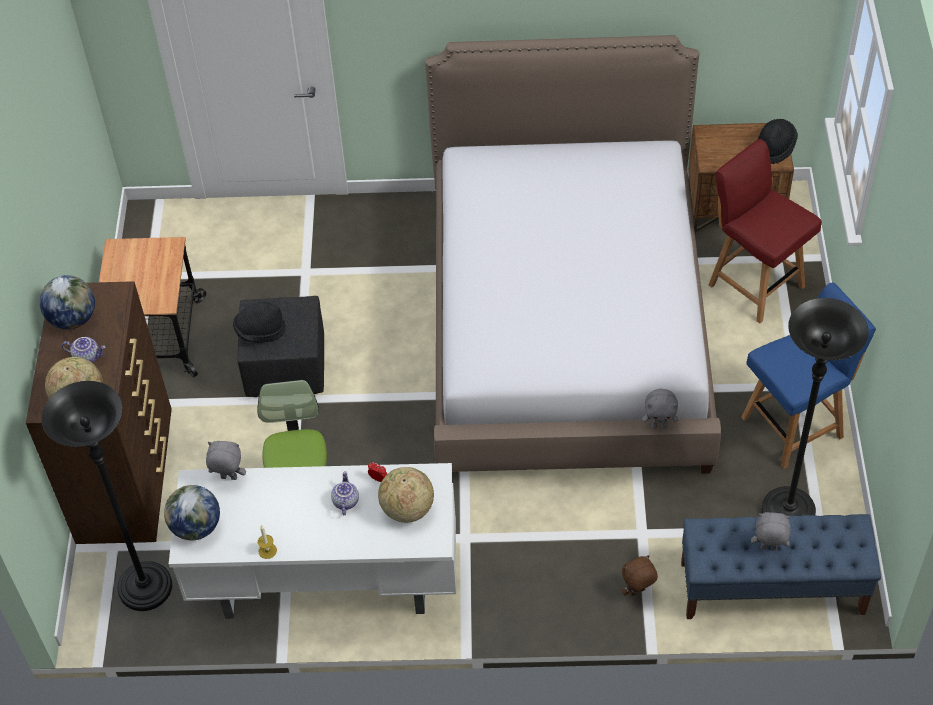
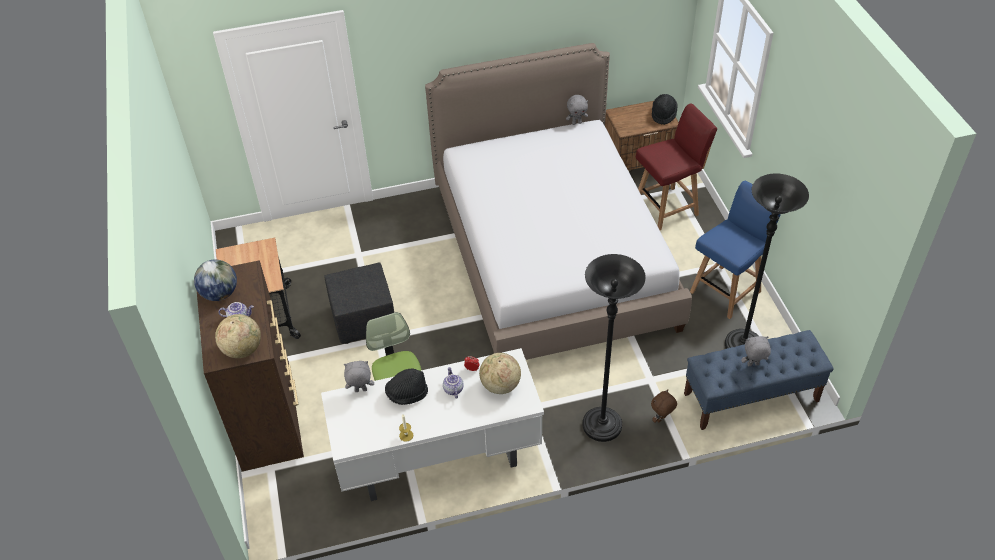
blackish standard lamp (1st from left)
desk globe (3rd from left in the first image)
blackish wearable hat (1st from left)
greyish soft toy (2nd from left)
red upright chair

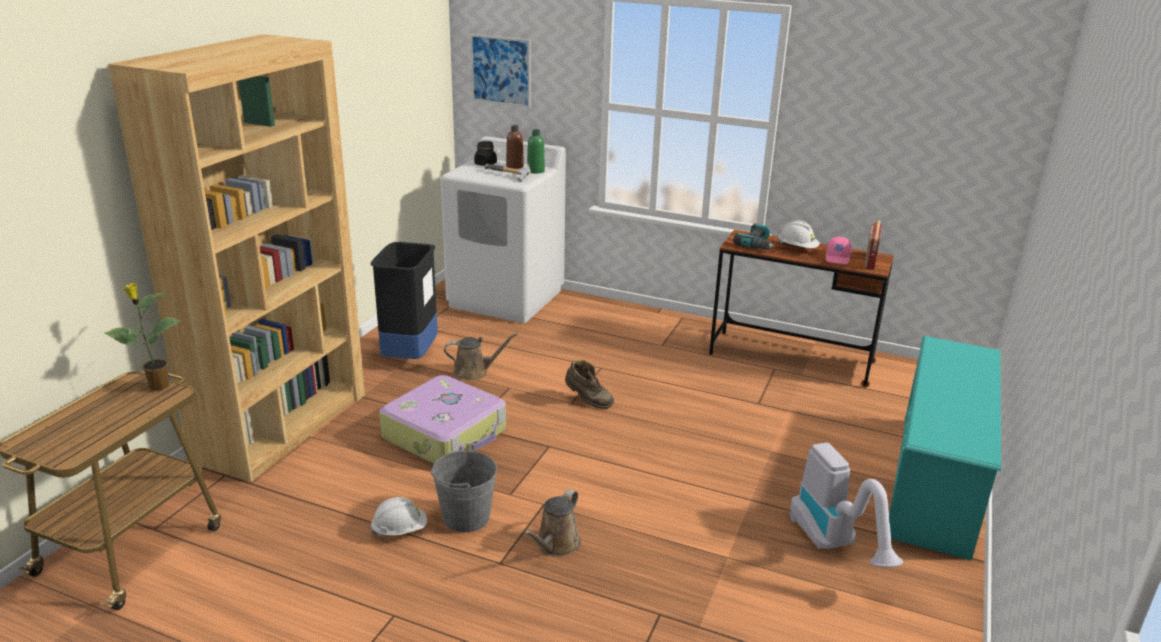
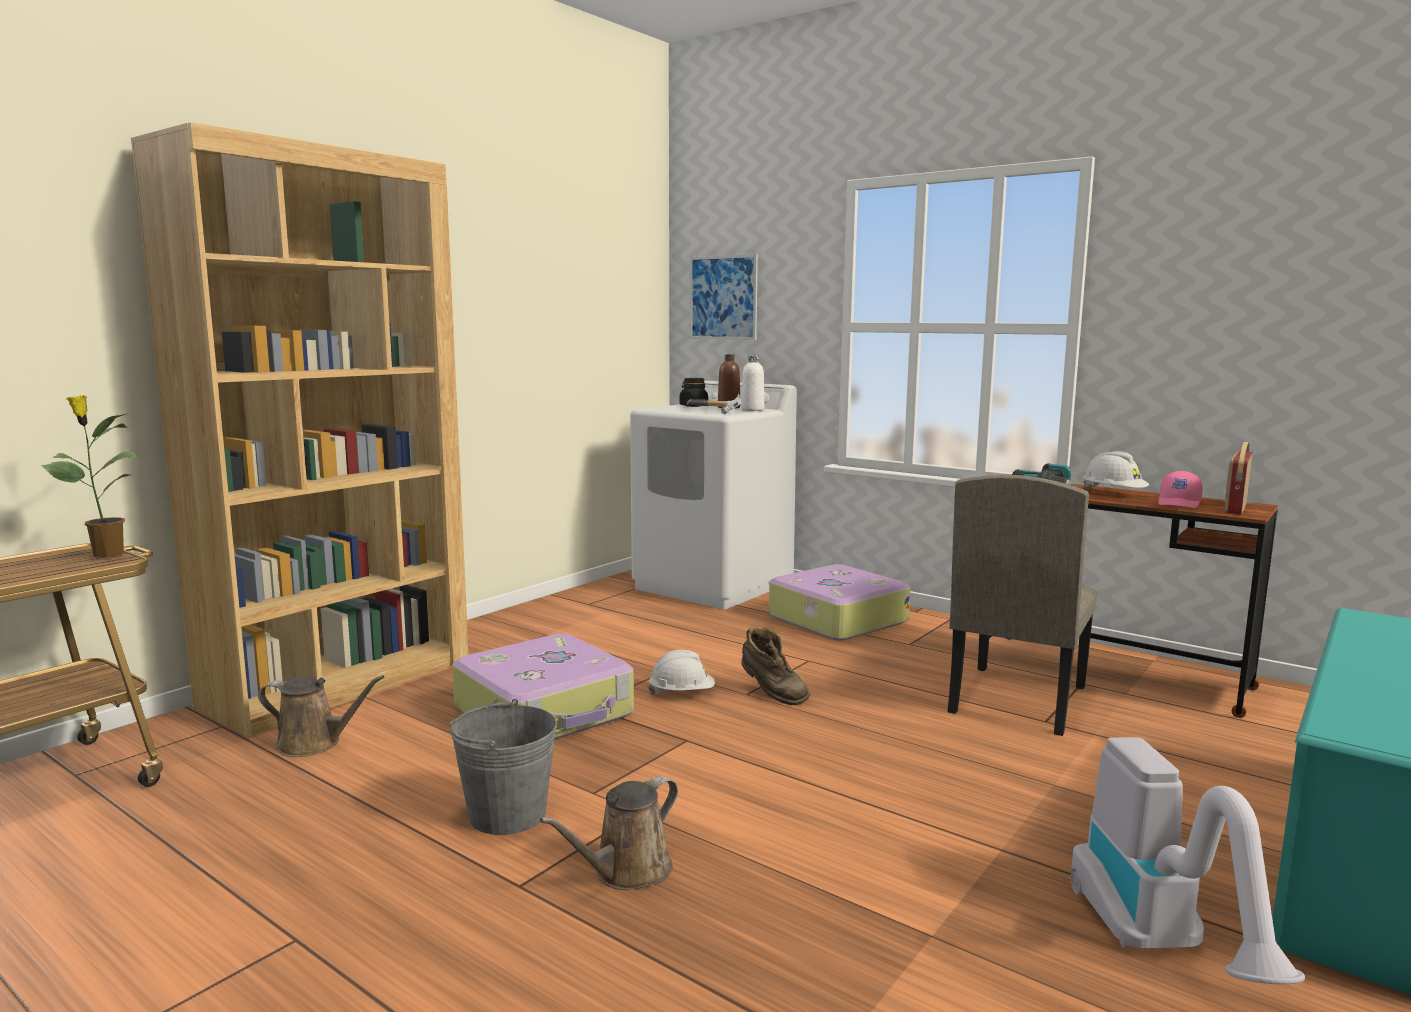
blackish waste bin
white safety helmet (1st from left)
brown sprinkling can (1st from left)
white drink bottle
suitcase (2nd from left)
sand-coloured upright chair

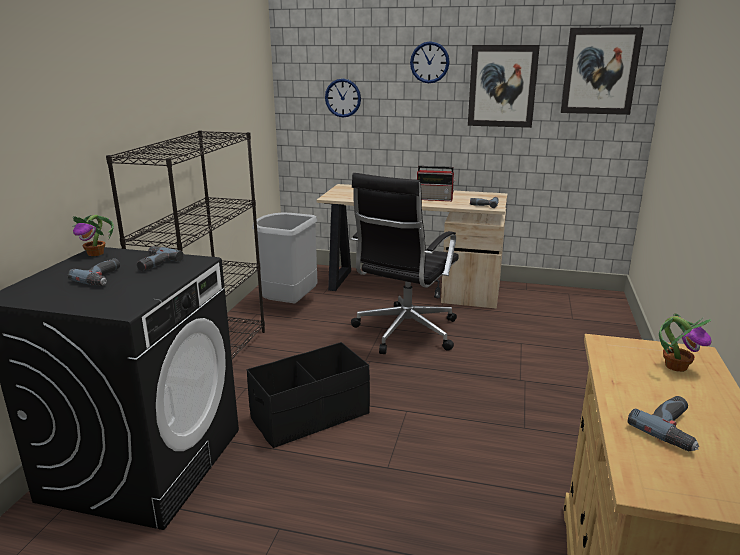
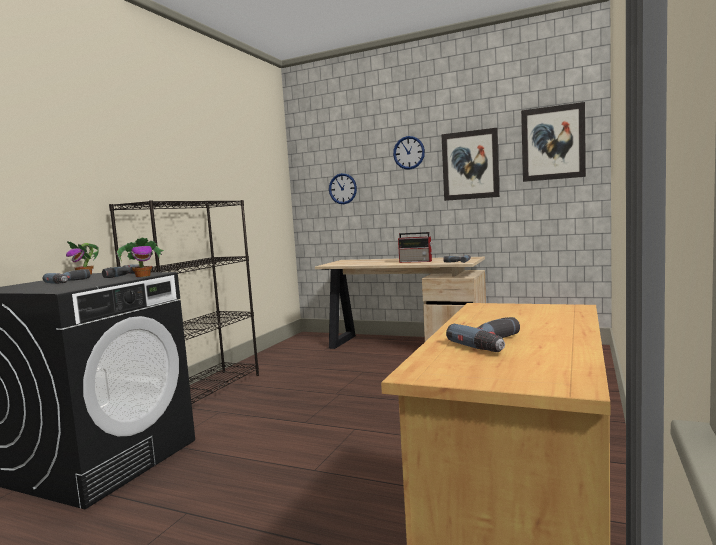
blackish storage container
greyish waste bin
blackish office chair
plant in a pot (2nd from left)

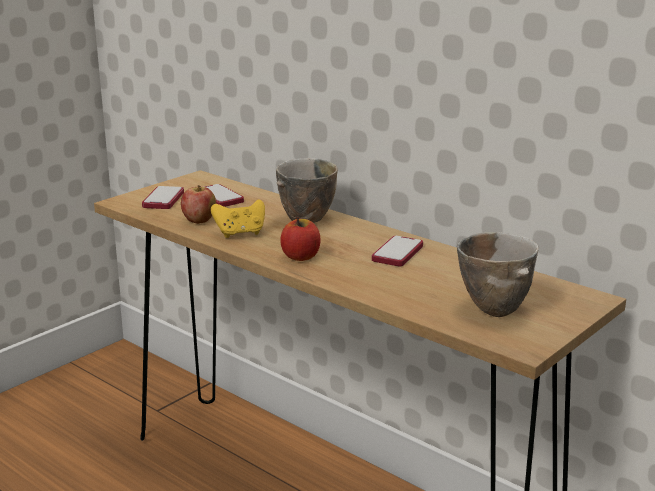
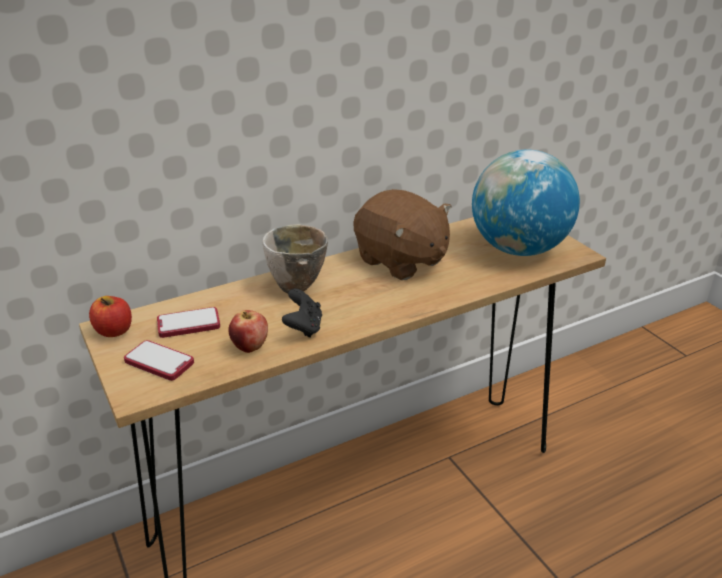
blackish game controller
whole apple (1st from left)
brown soft toy
desk globe

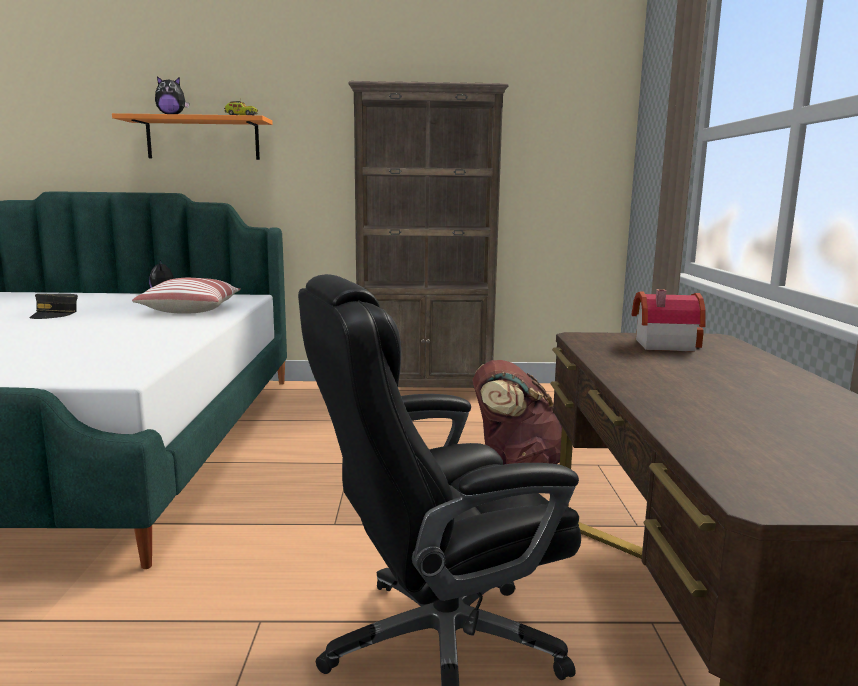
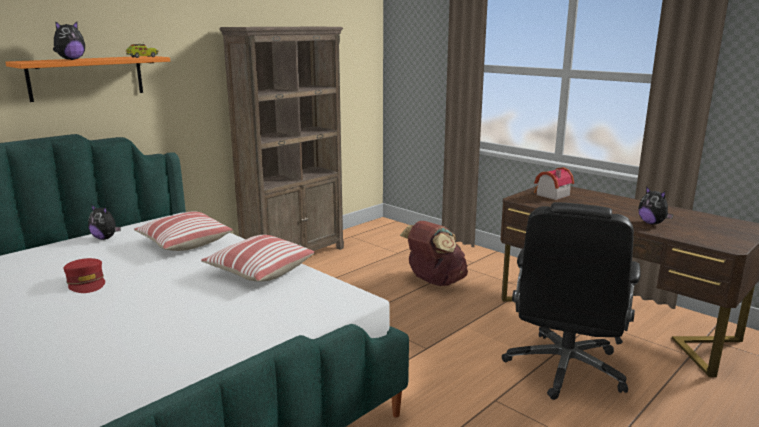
red baseball cap
pillow (2nd from left)
soft toy (3rd from left)

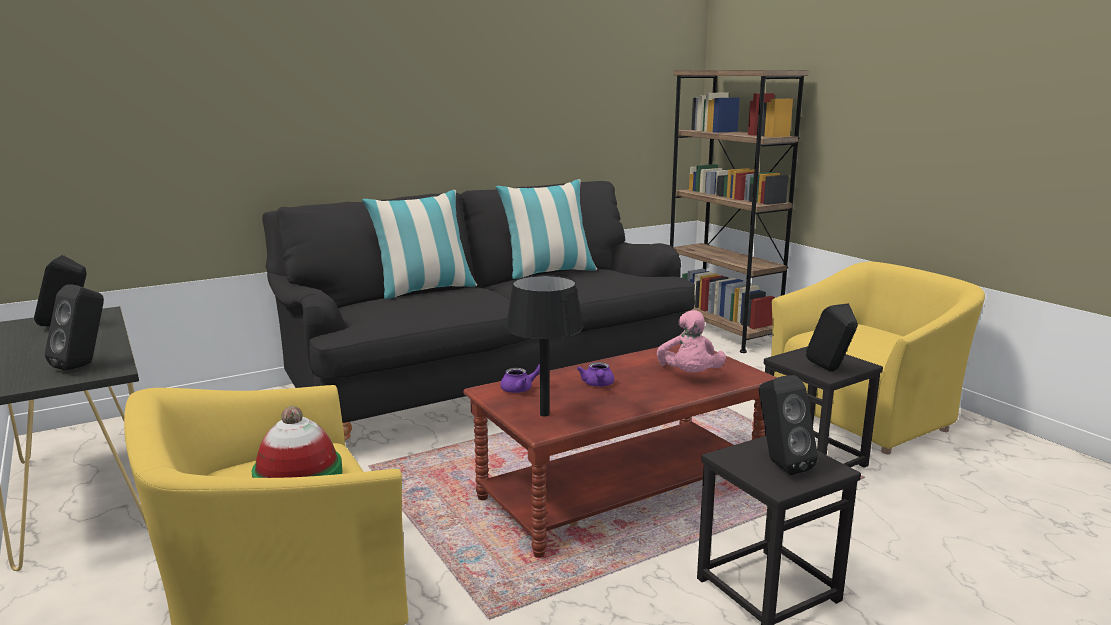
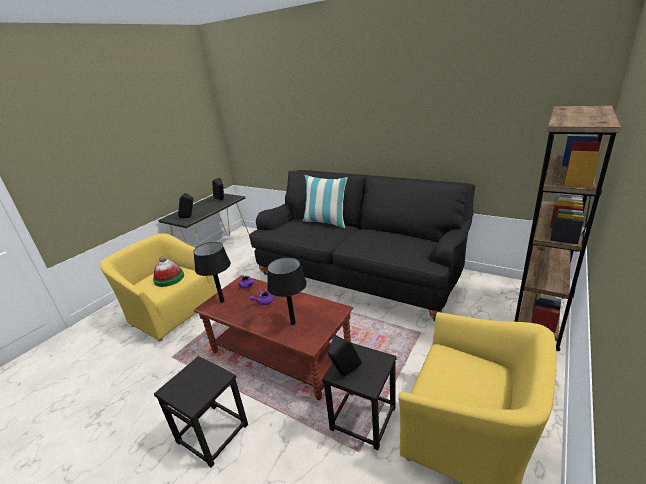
pillow (2nd from left in the first image)
blackish tabletop lamp (2nd from left)
blackish loudspeaker (3rd from left in the first image)

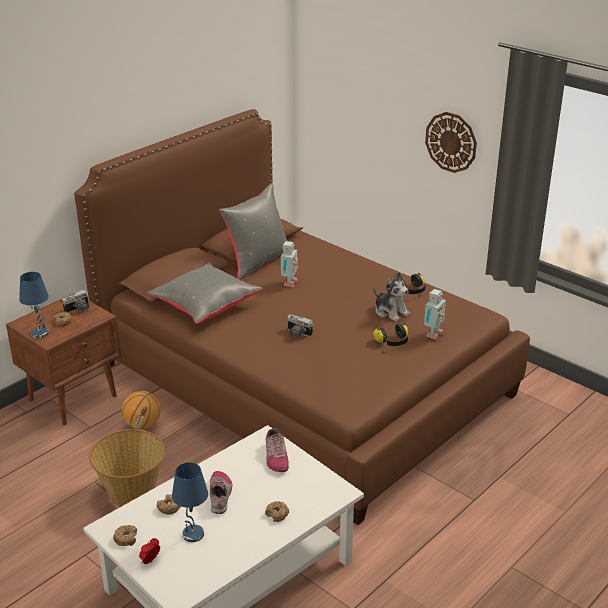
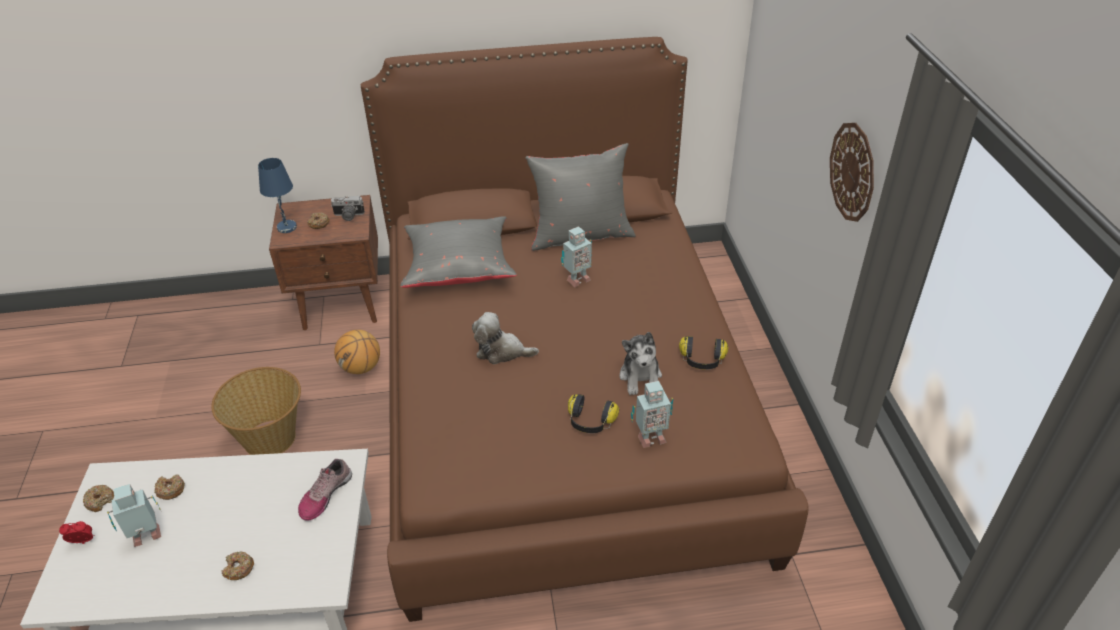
toy robot (1st from left)
item of footwear (1st from left in the first image)
soft toy (1st from left)

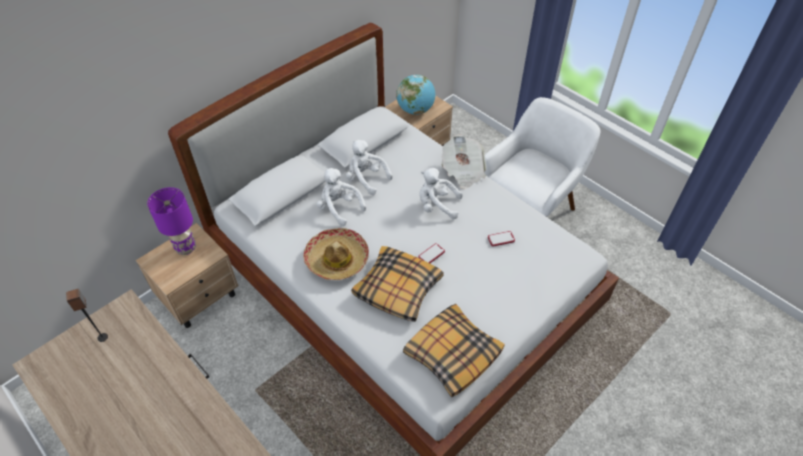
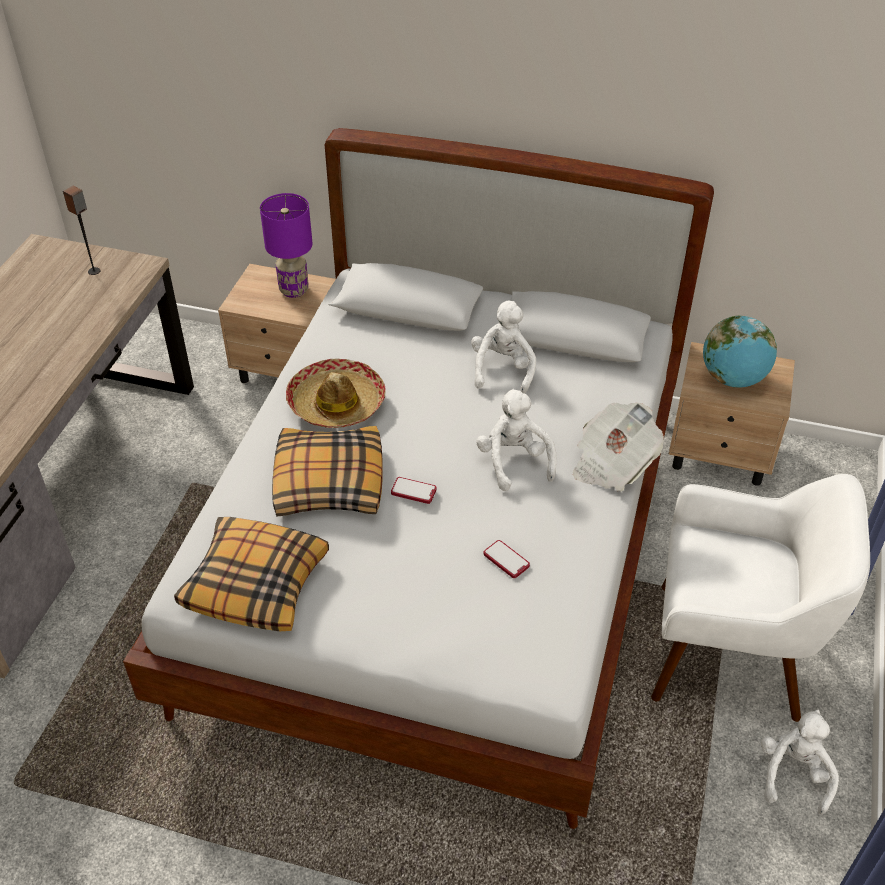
white soft toy (3rd from left)

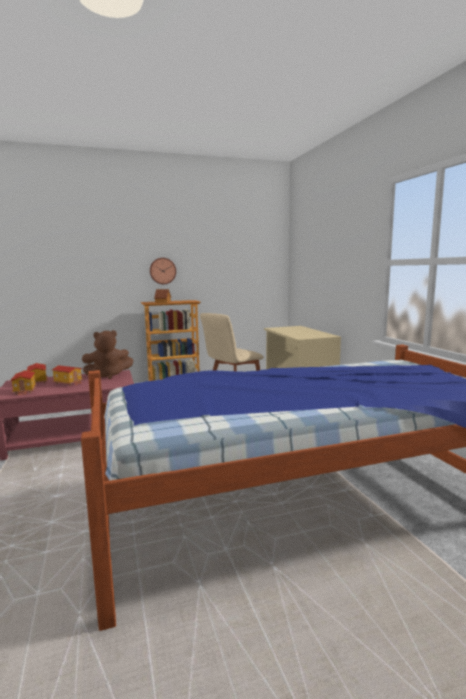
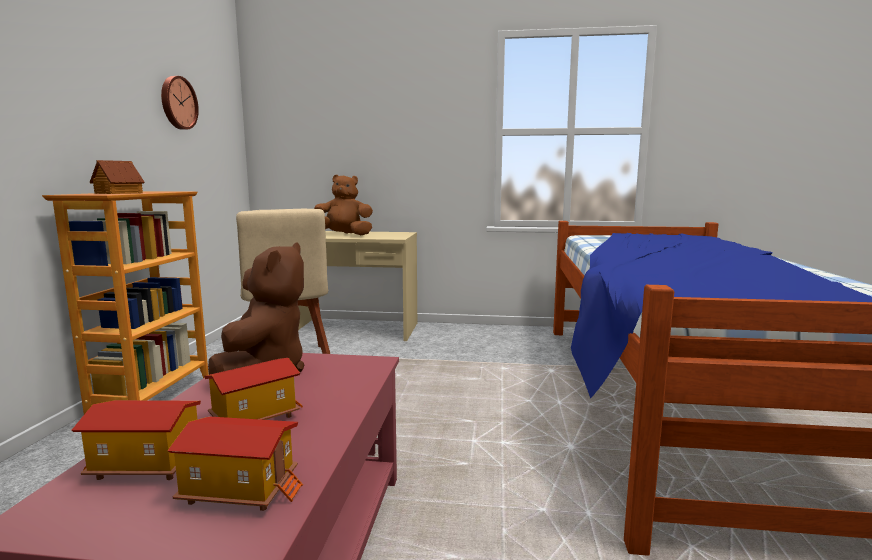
clock on the wall
brown soft toy (2nd from left)

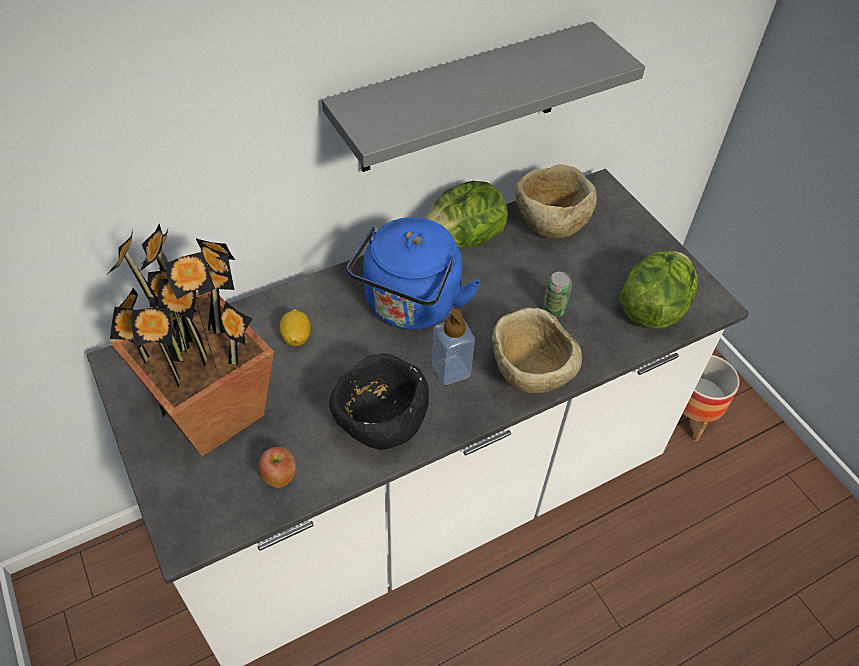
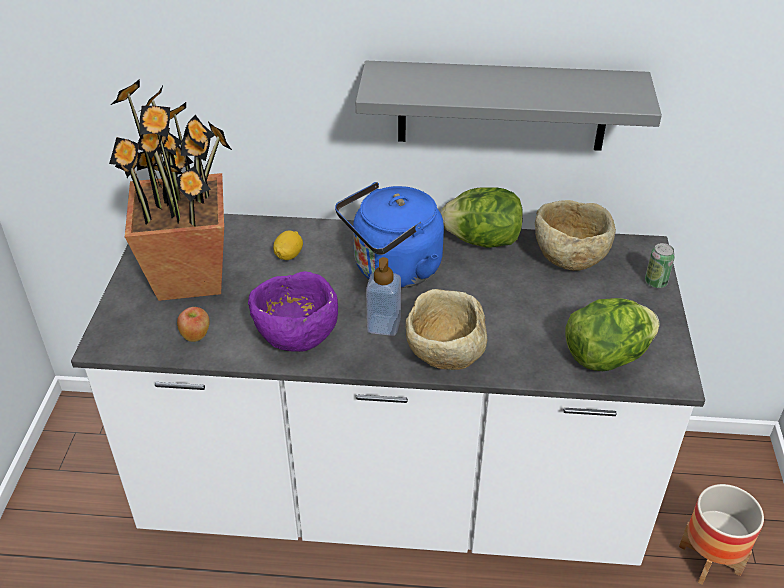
purple-coloured serving bowl
sealed can

